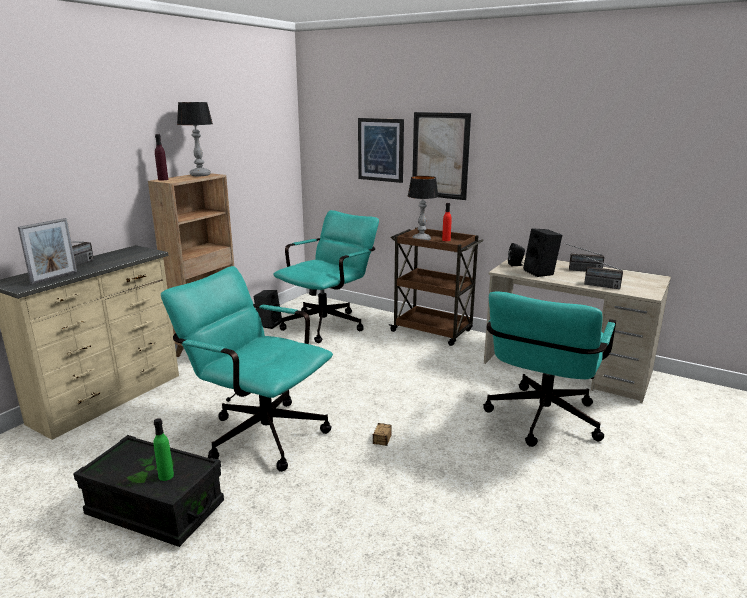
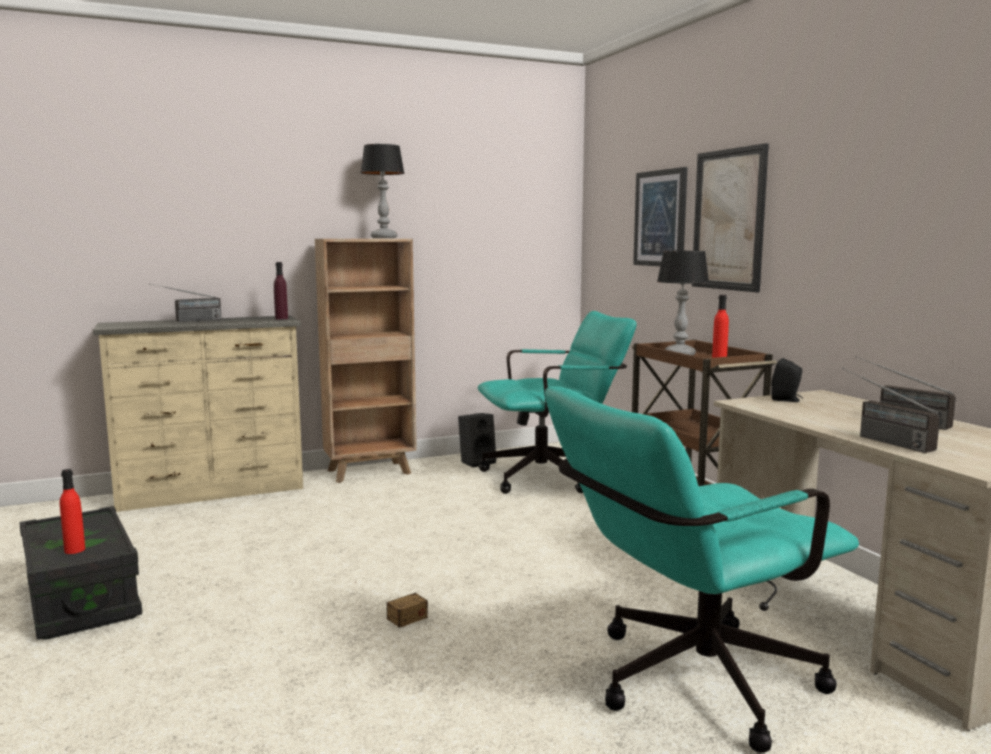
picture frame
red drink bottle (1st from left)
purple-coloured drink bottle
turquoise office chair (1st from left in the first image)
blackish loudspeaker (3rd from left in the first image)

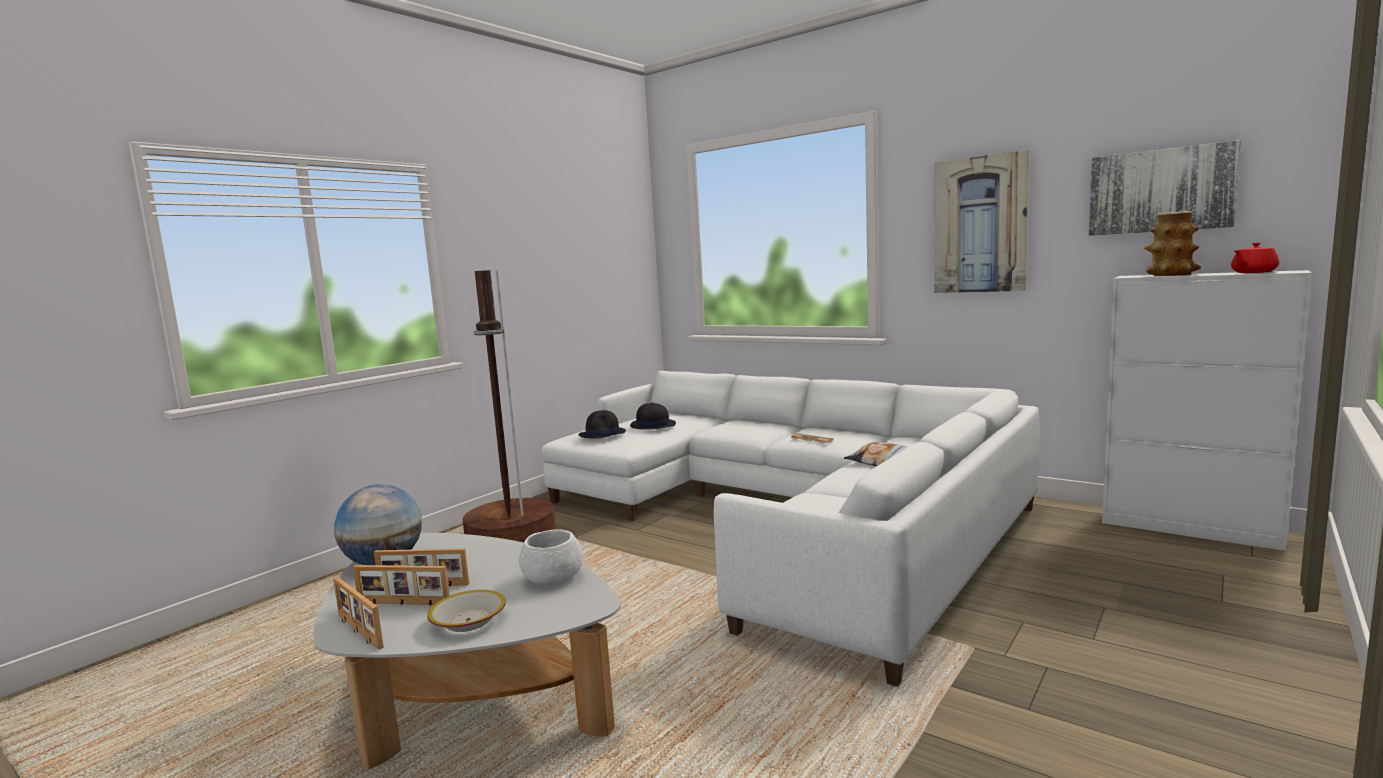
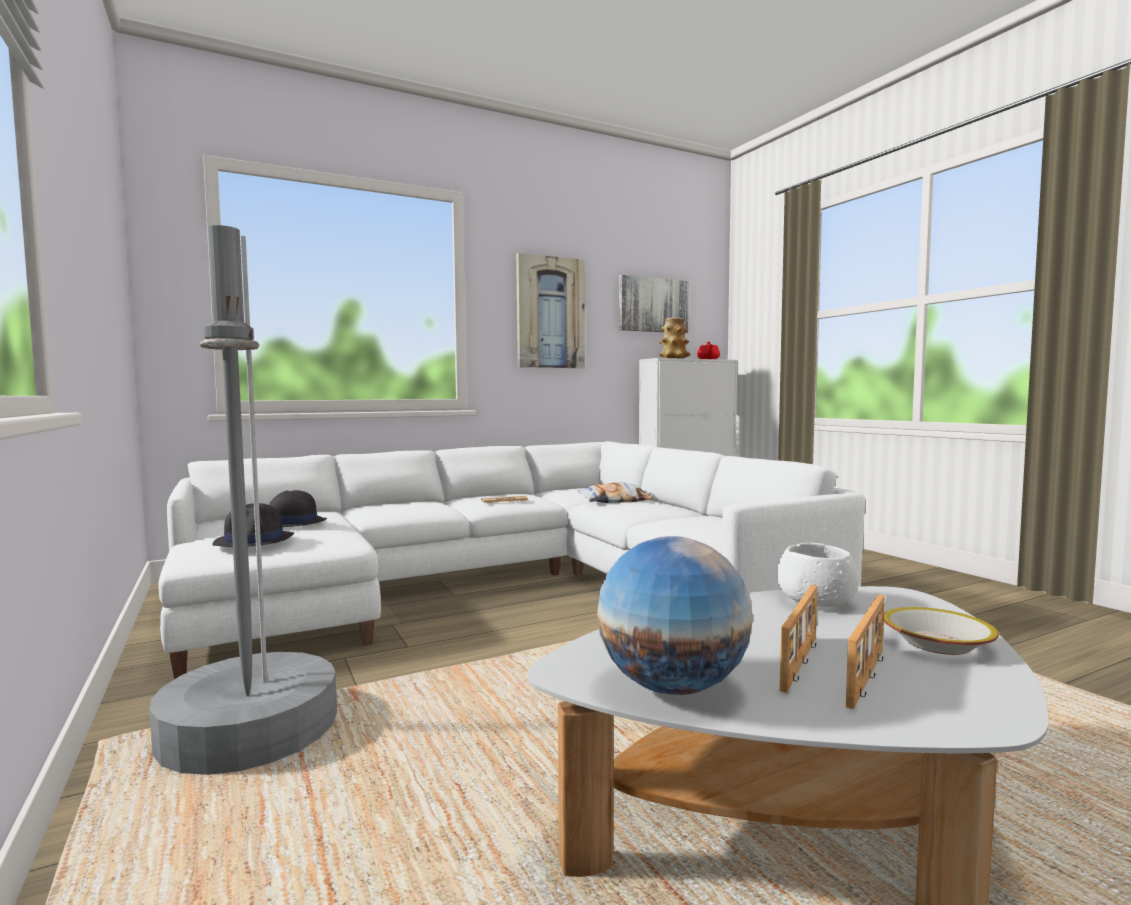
picture frame (1st from left in the first image)
greyish standard lamp

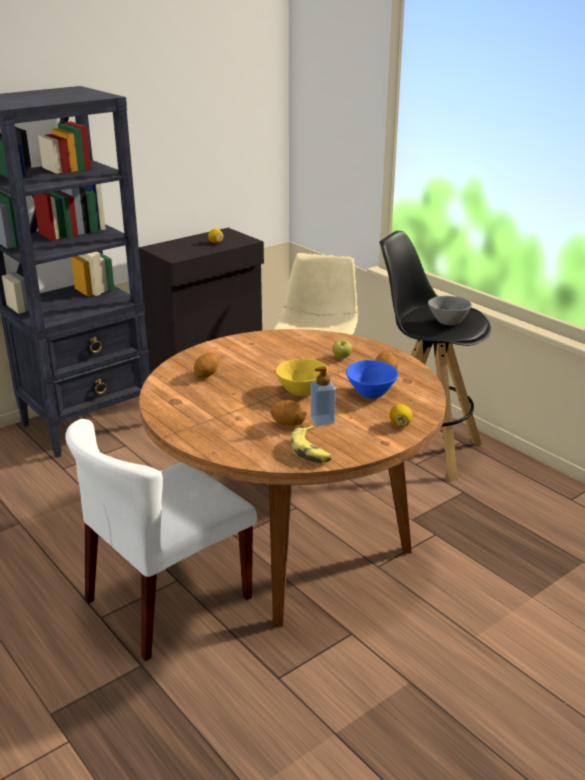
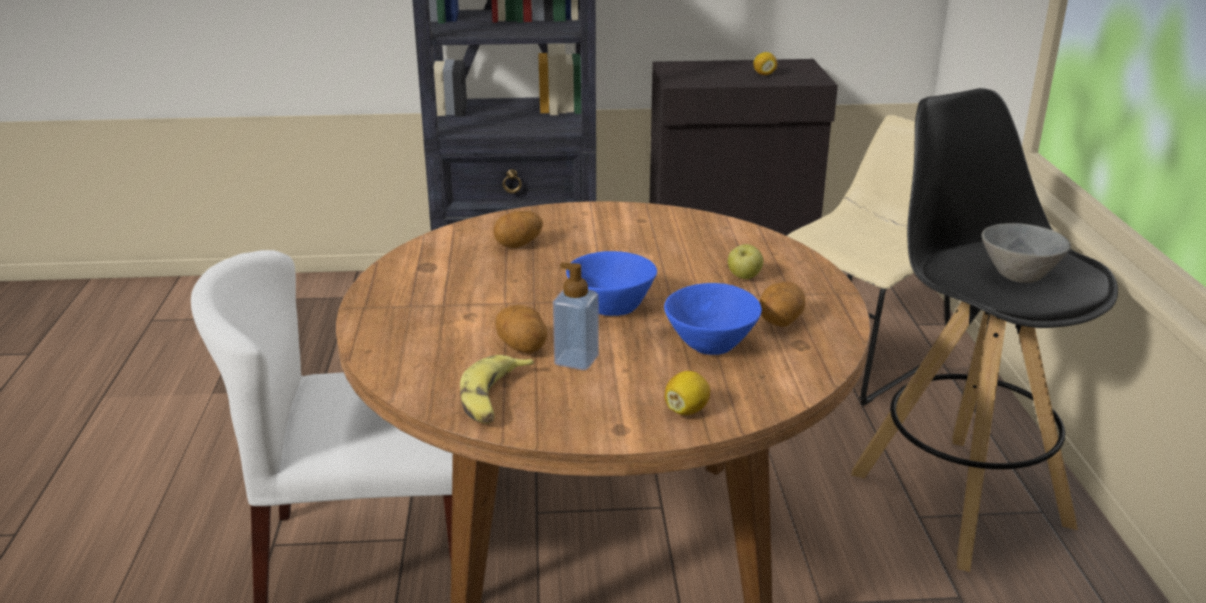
blue serving bowl (1st from left)

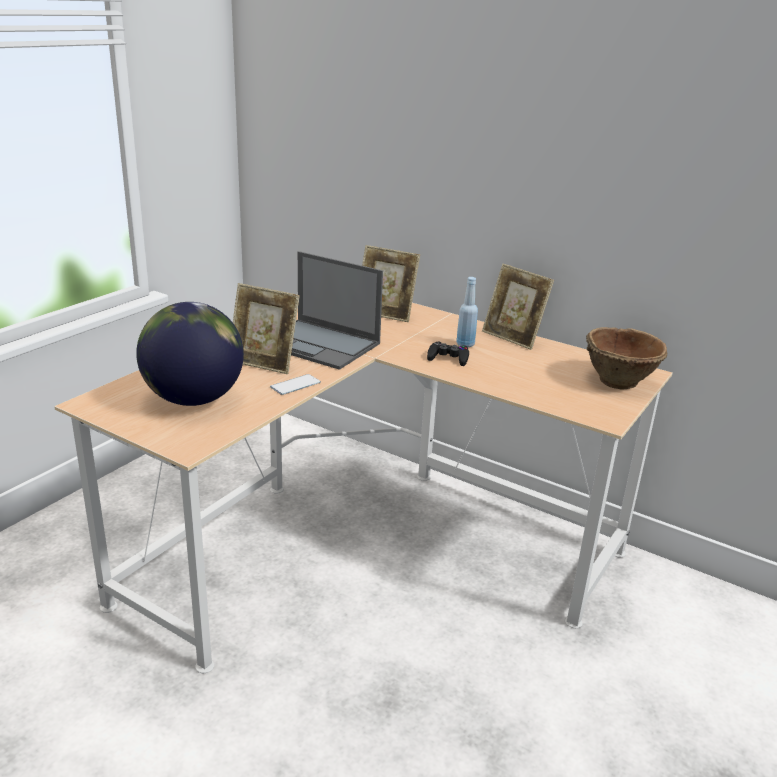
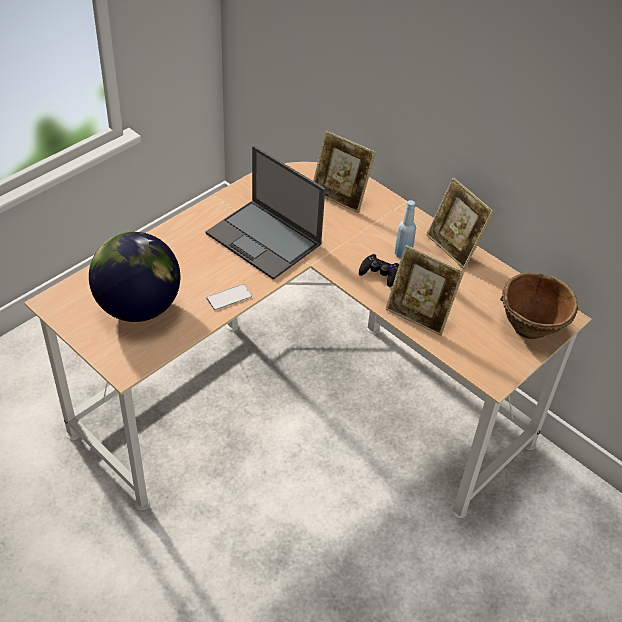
picture frame (2nd from left)

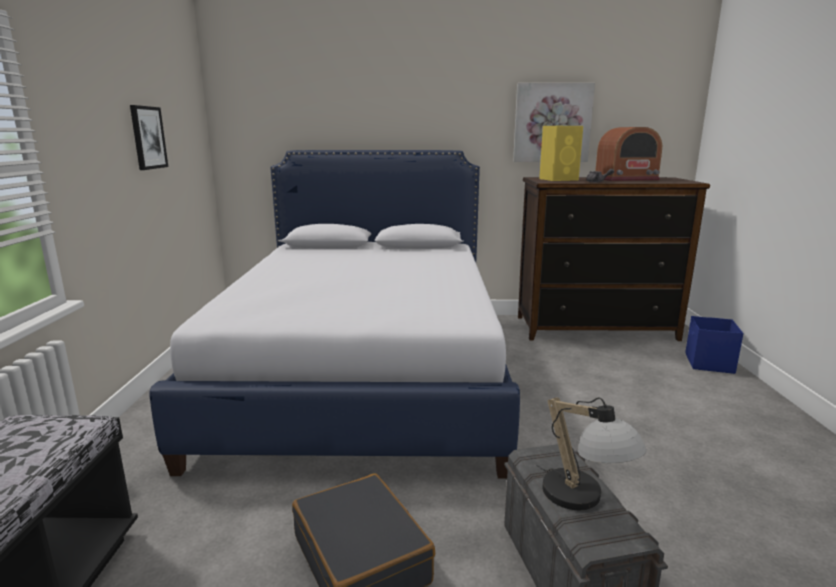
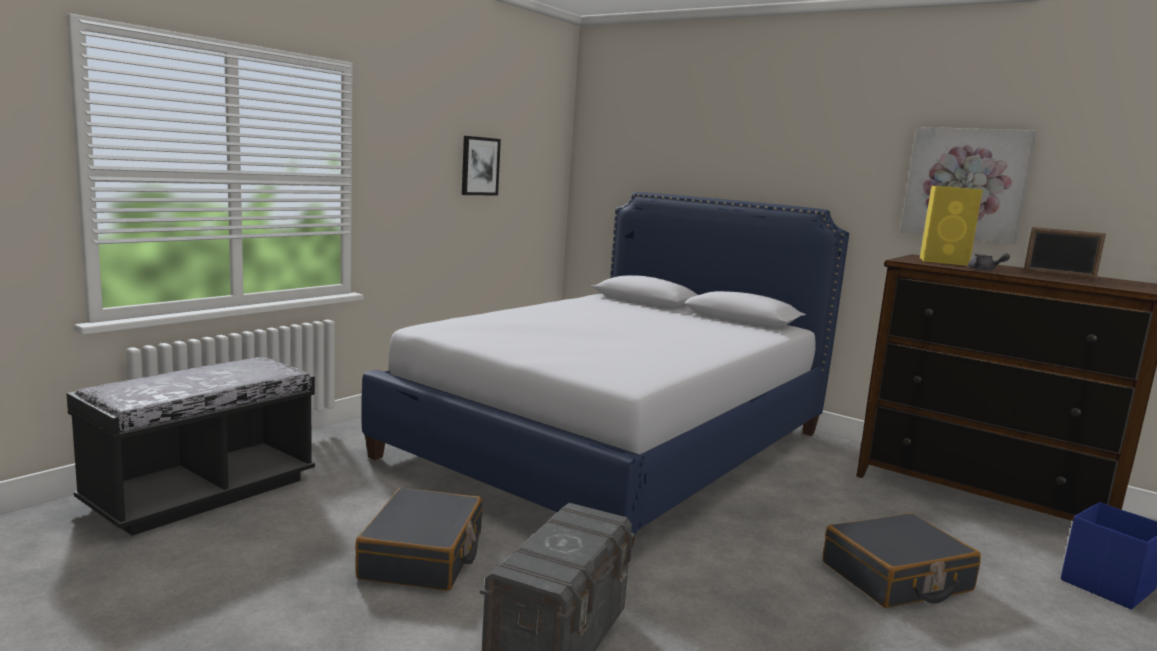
tabletop lamp
picture frame
blackish suitcase (2nd from left)

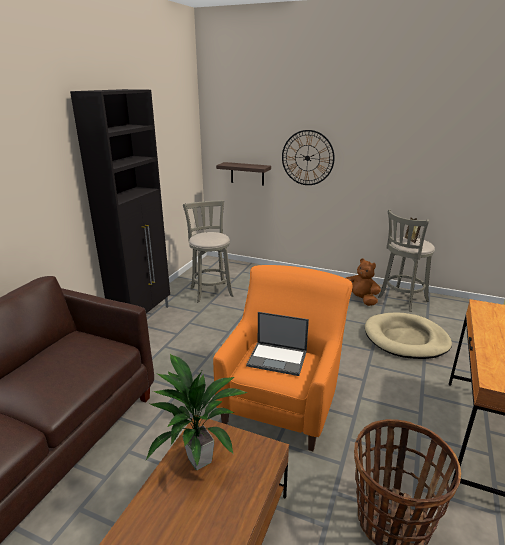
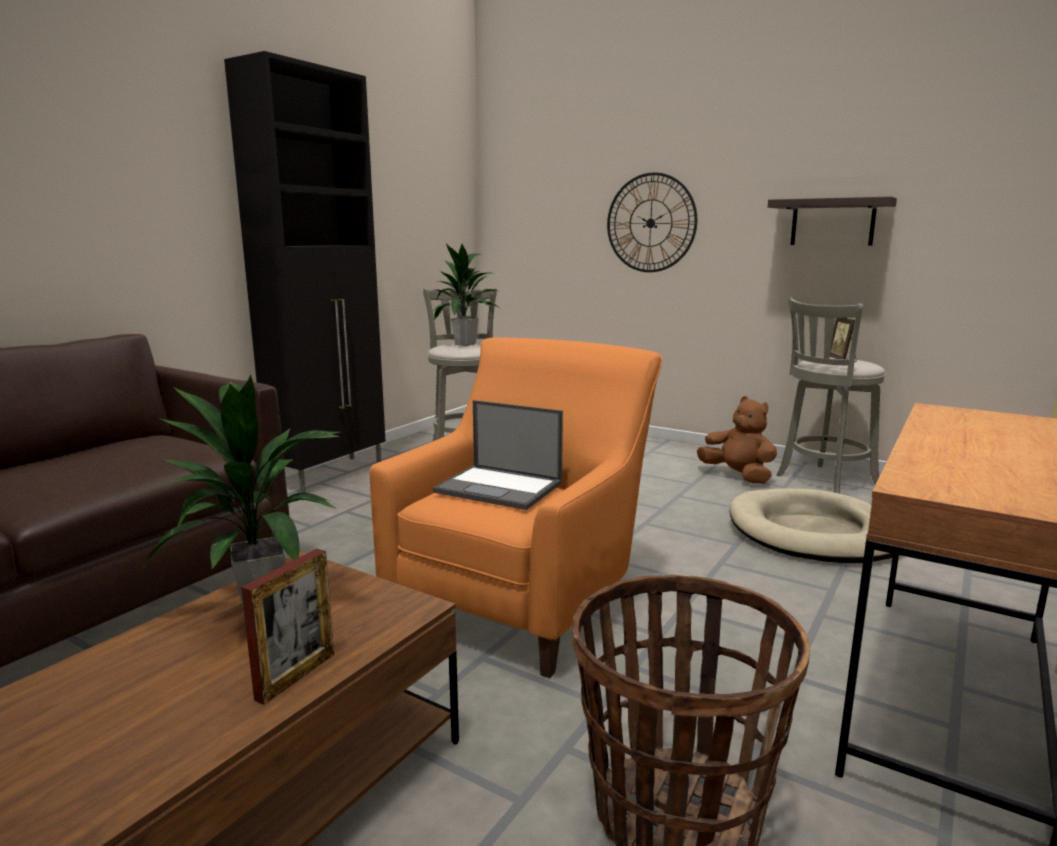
shelf
picture frame (1st from left)
plant in a pot (2nd from left)

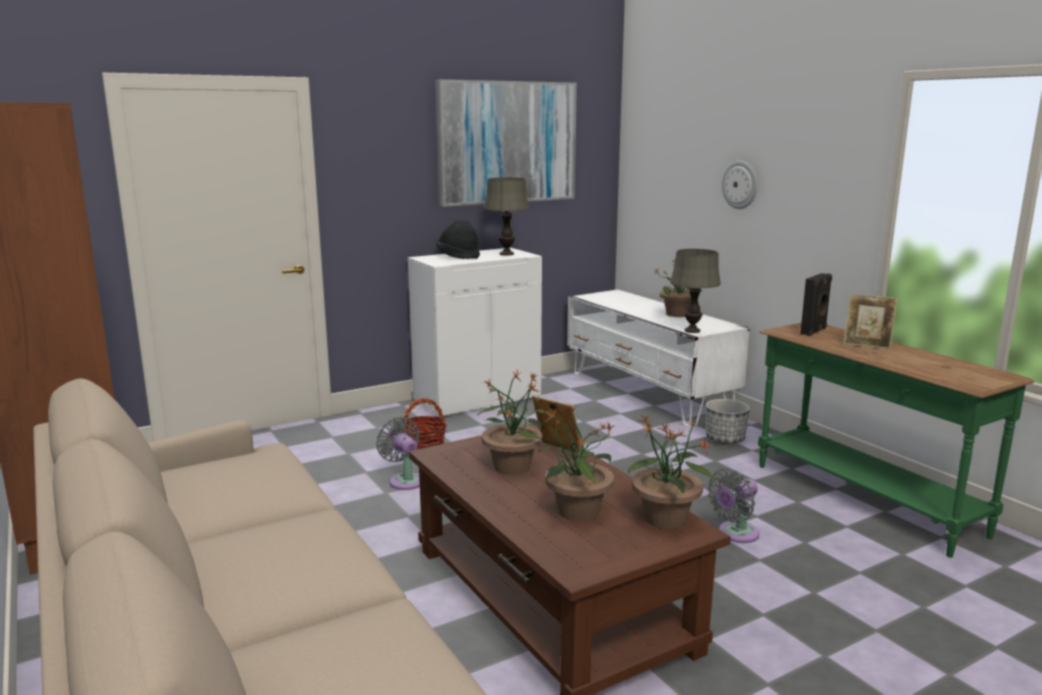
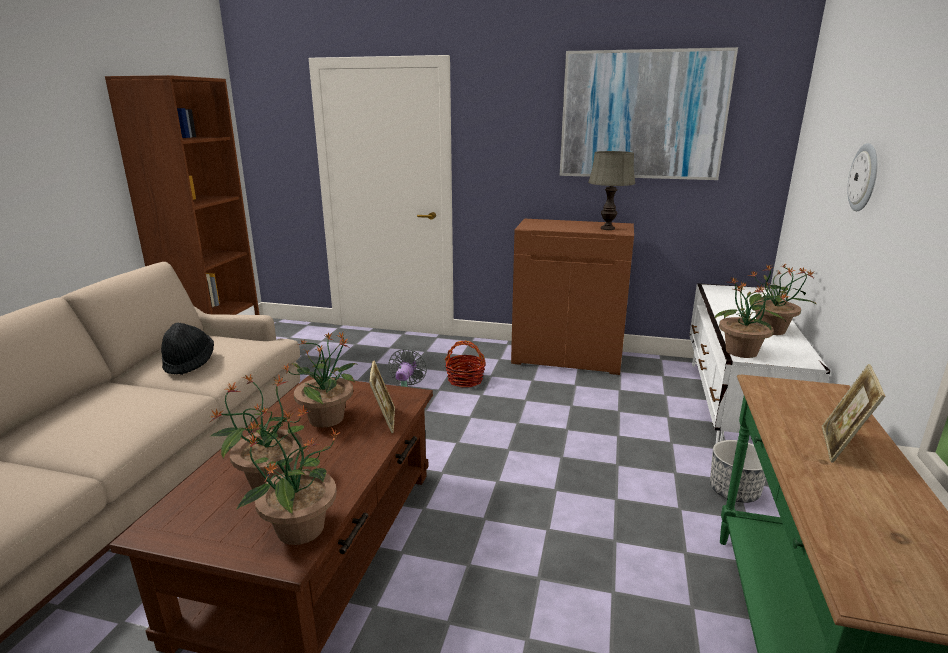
brown cabinet
blackish wearable hat
plant in a pot (4th from left)
greyish fan (2nd from left in the first image)
blackish loudspeaker
picture frame (2nd from left)

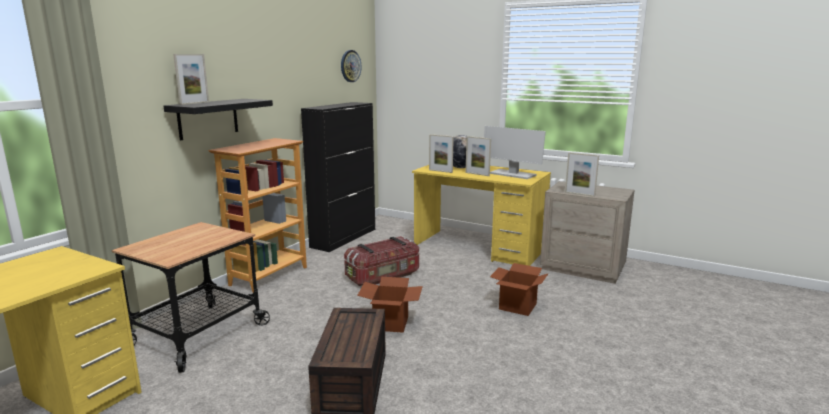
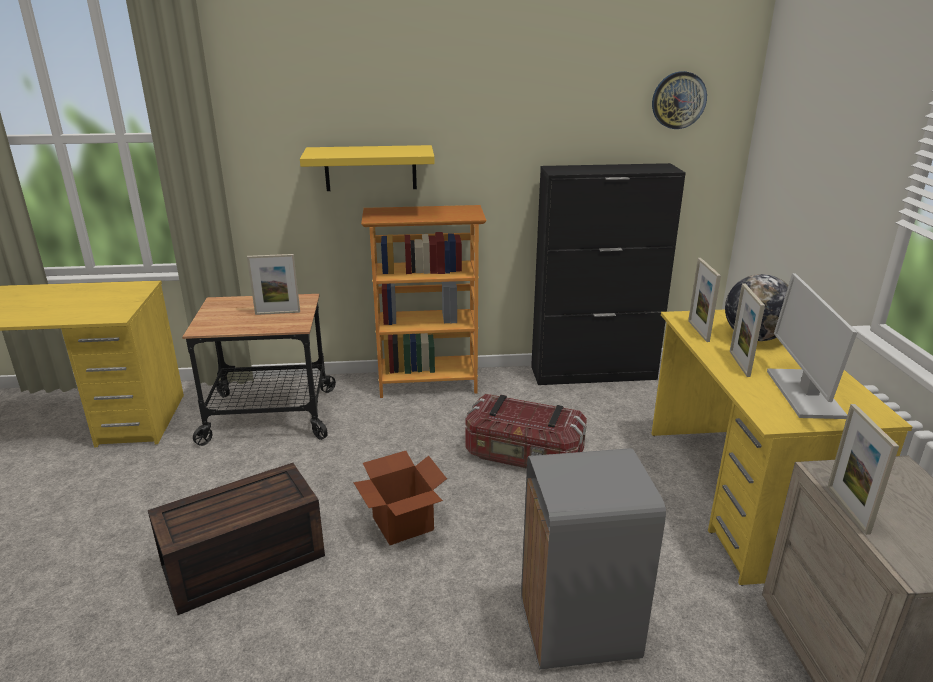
yellow shelf
picture frame (1st from left)
greyish waste bin

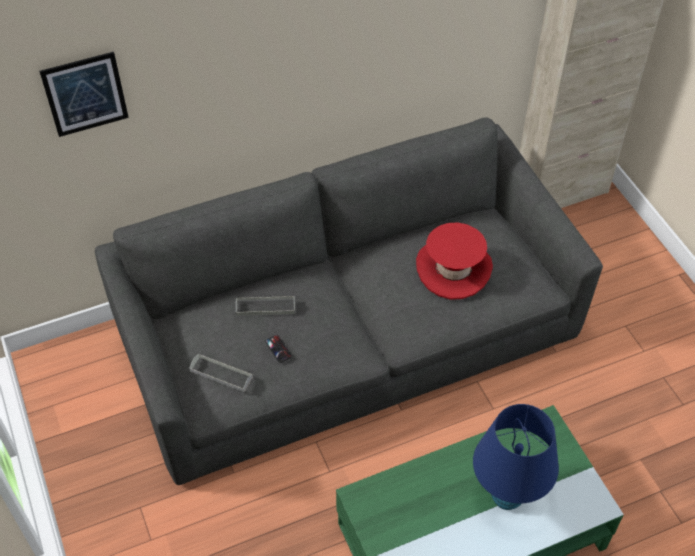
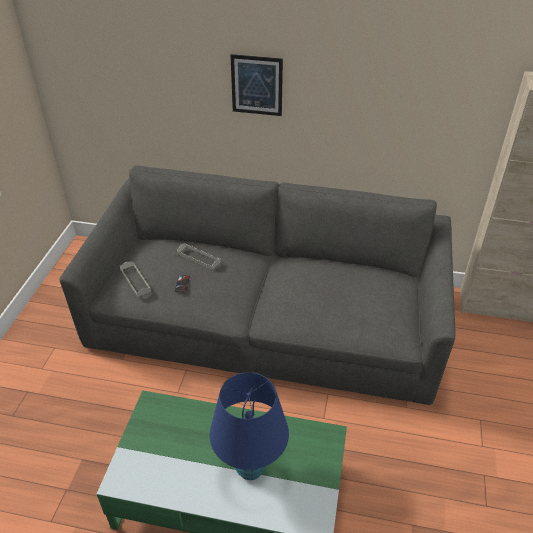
wall picture
red wearable hat

